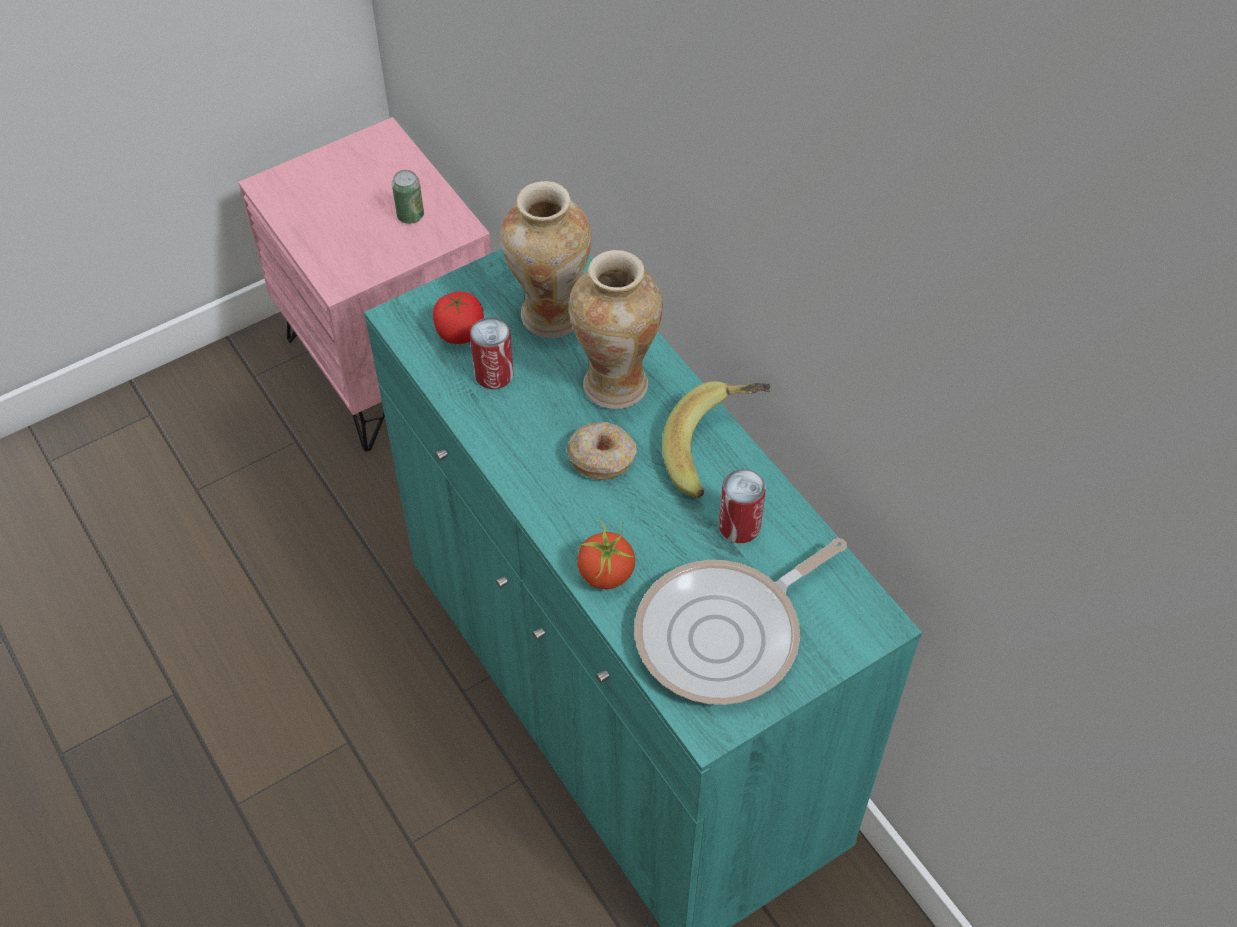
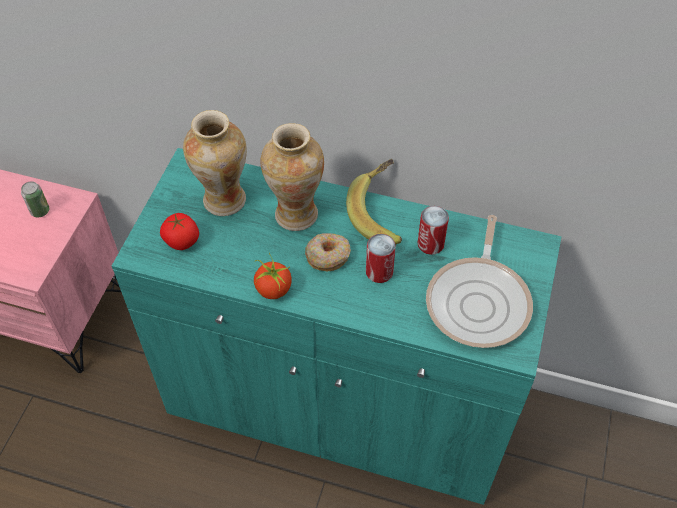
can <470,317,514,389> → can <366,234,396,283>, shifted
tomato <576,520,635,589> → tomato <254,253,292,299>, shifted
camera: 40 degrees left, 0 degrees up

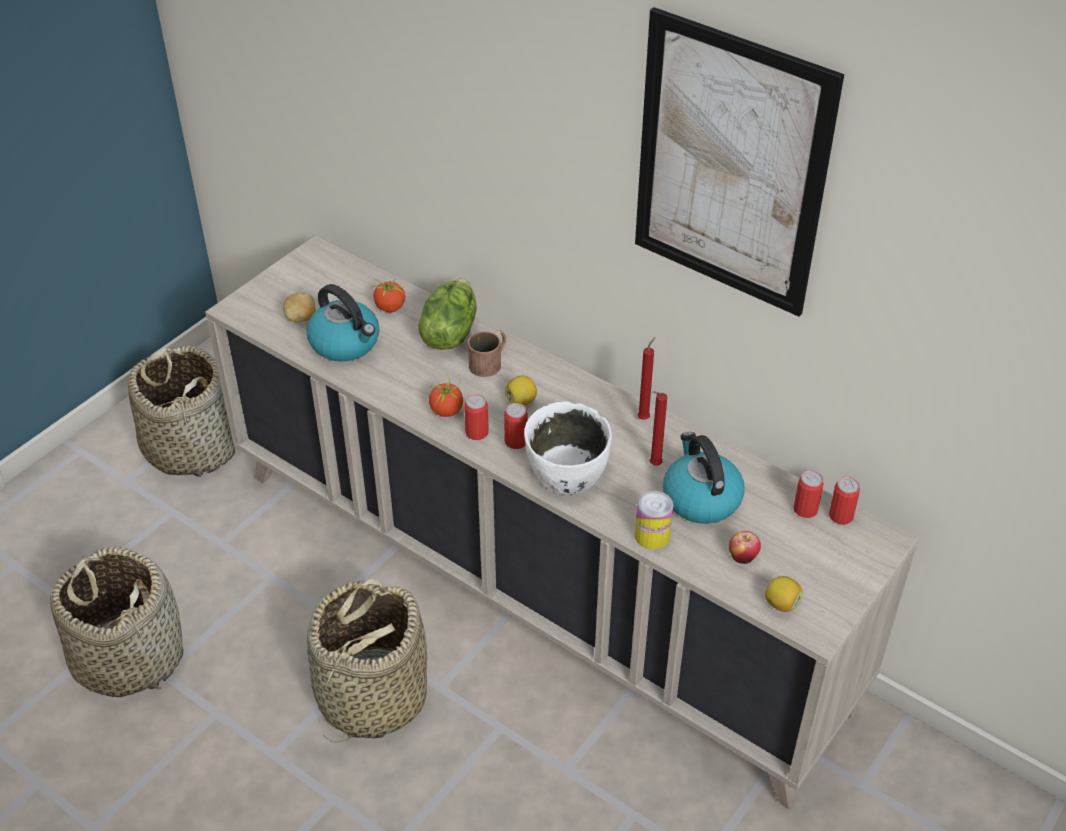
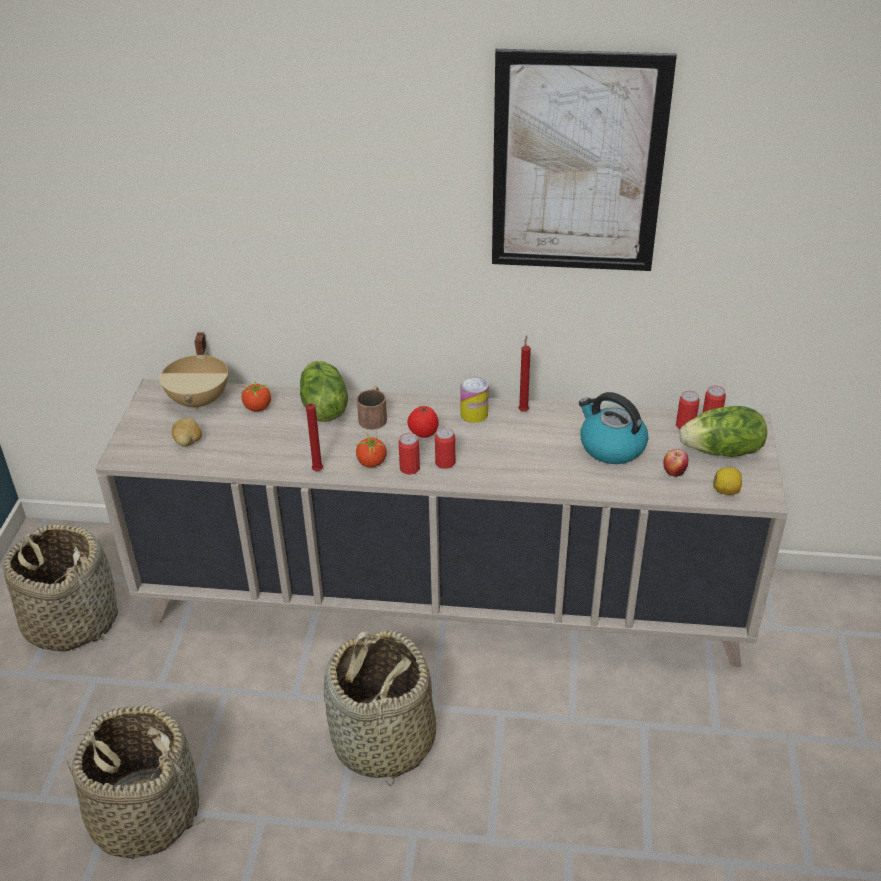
kettle <307,284,379,362> → -
bowl/white <524,401,612,495> → -
- → cooking pot/beige <159,332,228,411>
- → lettuce <680,406,767,457>
can <635,491,673,549> → can <460,376,489,423>, shifted
candle/red <650,391,667,466> → candle/red <304,403,323,471>, shifted
lemon <505,376,537,405> → tomato <407,406,439,438>
camera: 30 degrees left, 5 degrees down

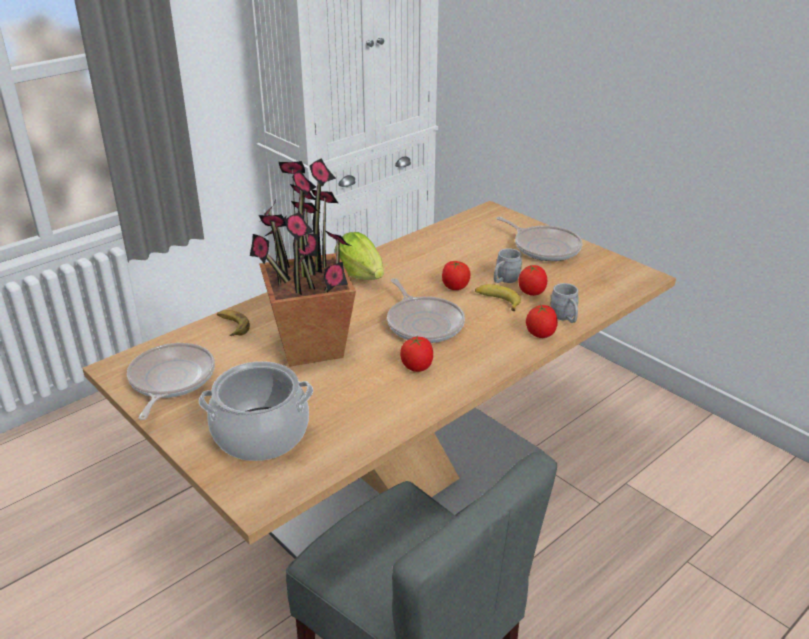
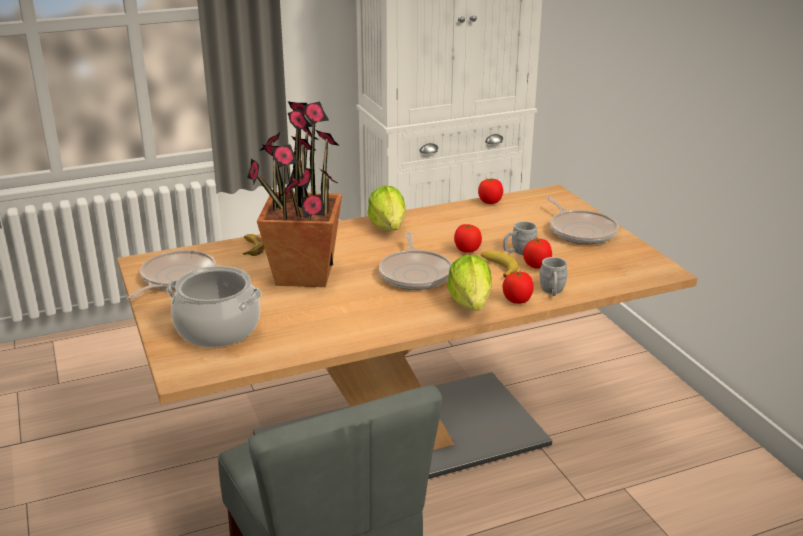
- → lettuce <447,255,492,311>
tomato <400,335,433,372> → tomato <478,178,503,204>, shifted
camera: 20 degrees right, 5 degrees down

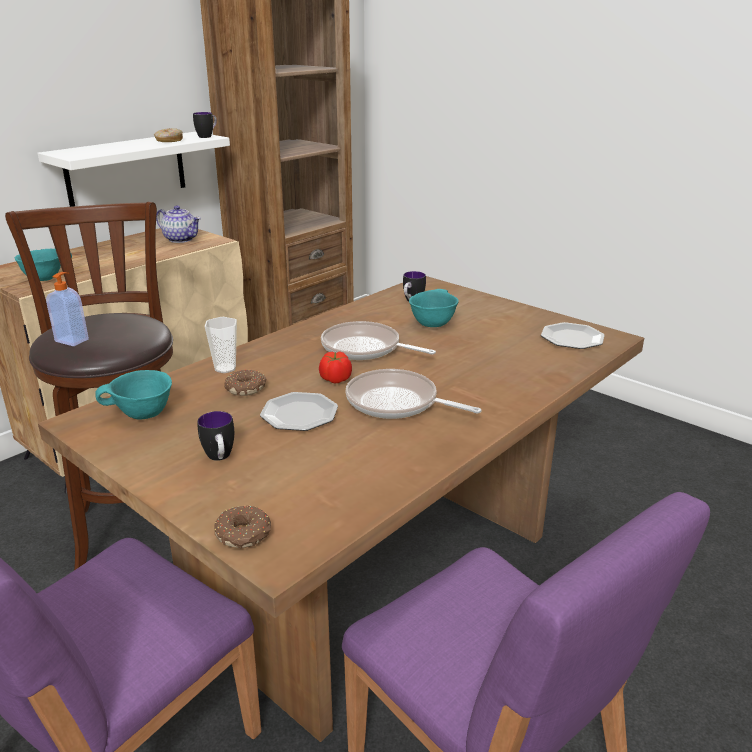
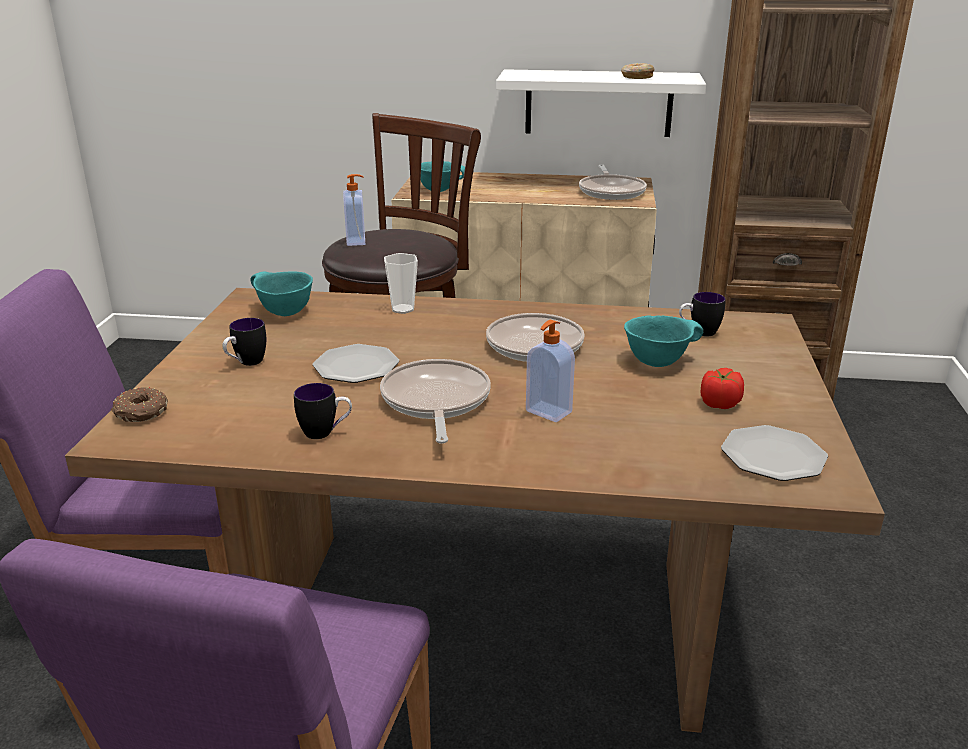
donut <224,369,267,396> → -
- → soap dispenser <526,320,575,422>
mug <193,112,217,138> → mug <294,383,352,439>, shifted
tomato <319,351,352,384> → tomato <701,368,744,409>, shifted
teapot <156,205,201,243> → frying pan <579,165,647,200>
camera: 55 degrees right, 0 degrees up

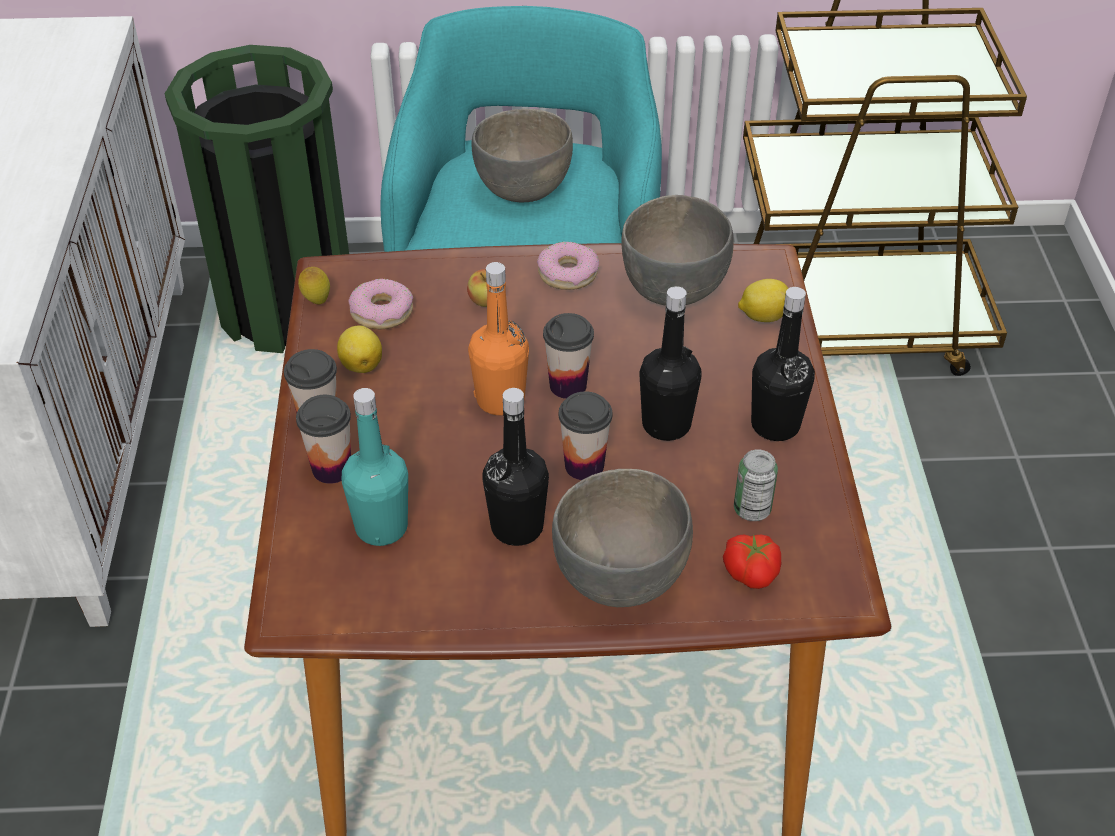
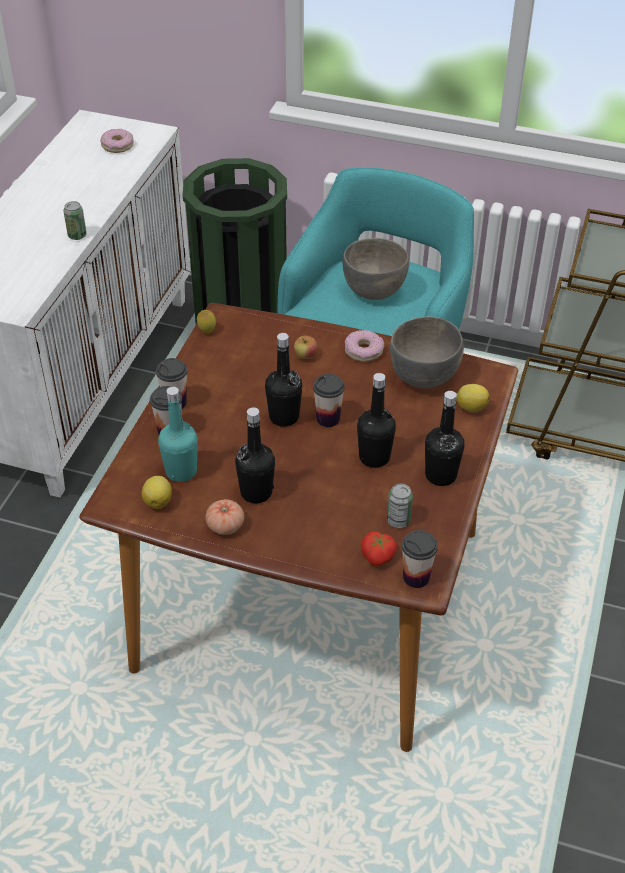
bowl/grey <552,469,693,607> → -
- → can <63,201,87,240>
- → tomato <205,499,244,535>
lemon <337,325,382,373> → lemon <142,476,172,509>, shifted
donut <349,279,413,329> → donut <100,129,134,153>, shifted
cup <558,391,613,480> → cup <402,530,438,588>, shifted
bottle/orange <468,262,529,415> → bottle/black <265,333,302,427>
camera: 20 degrees right, 0 degrees up

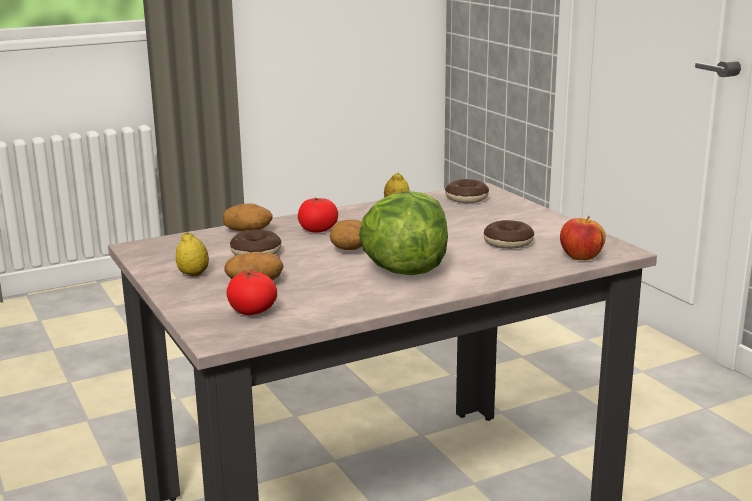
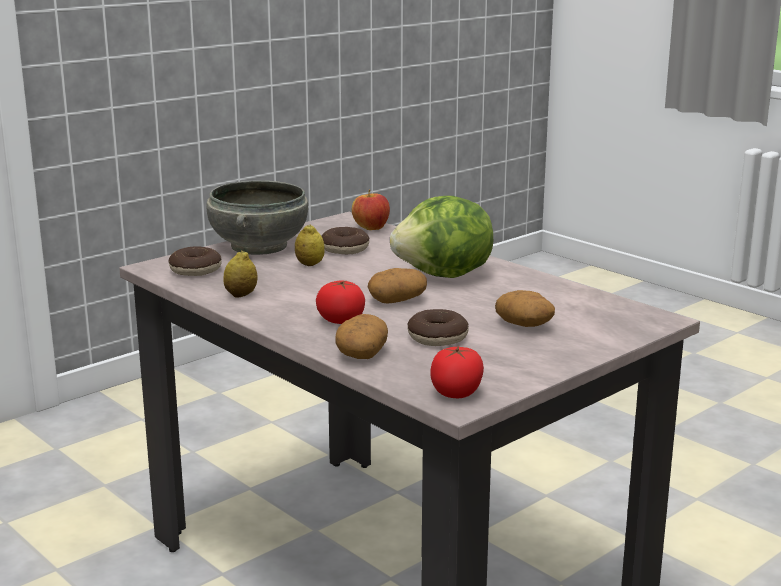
- → bowl/grey <206,180,308,255>
lemon <176,232,209,276> → lemon <295,224,325,266>, shifted
tomato <226,271,277,315> → tomato <430,346,484,398>, shifted
camera: 105 degrees left, 0 degrees up

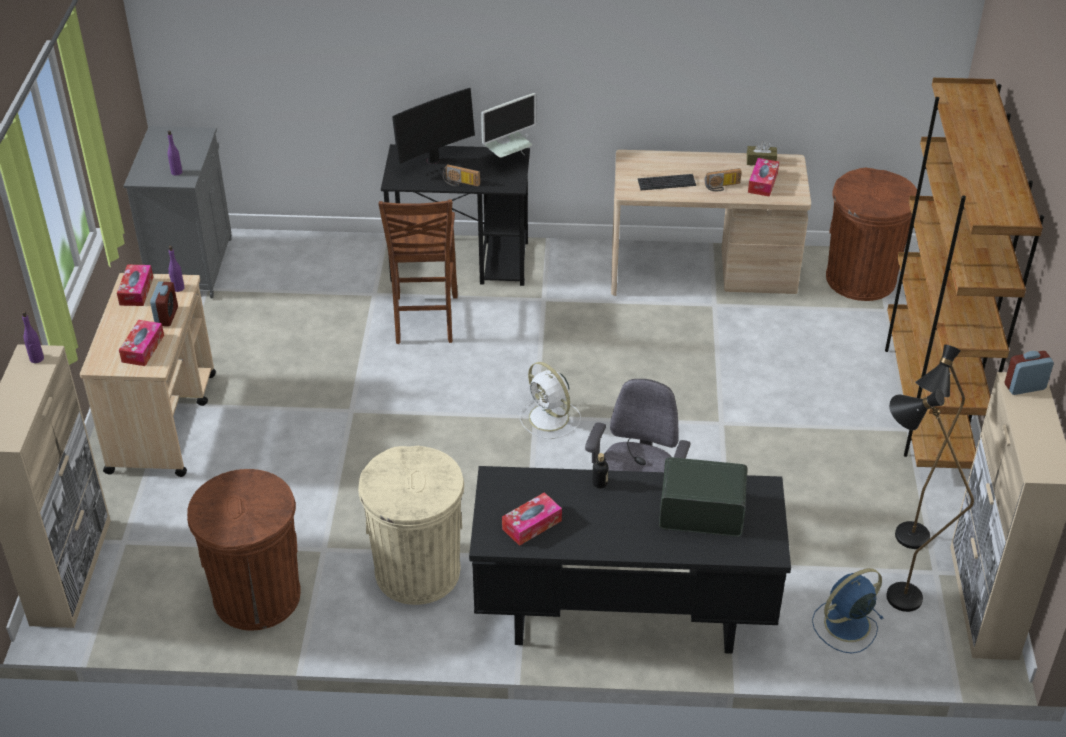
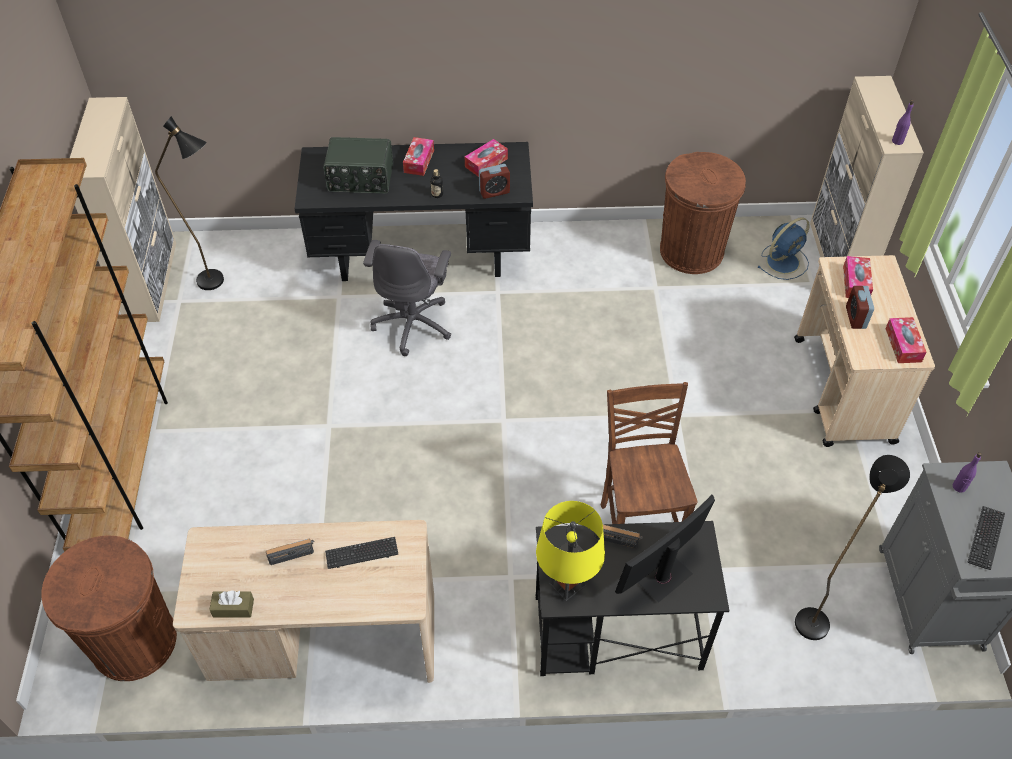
bottle/purple <169,246,184,292> → -
trash can/beige <358,446,464,605> → -
fan/white <520,362,581,439> → -
- → keyboard <967,506,1005,570>
tissue box <748,158,779,197> → tissue box <403,137,434,176>, shifted
fan/blue <812,568,884,653> → fan/blue <757,217,810,280>, shifted
floor lamp/black <895,344,965,549> → floor lamp/black <795,455,910,640>, shifted
alarm clock <1004,351,1054,395> → alarm clock <479,164,510,199>, shifted
monitor <481,93,536,158> → table lamp/yellow <536,501,605,601>
camera: 175 degrees right, 10 degrees up

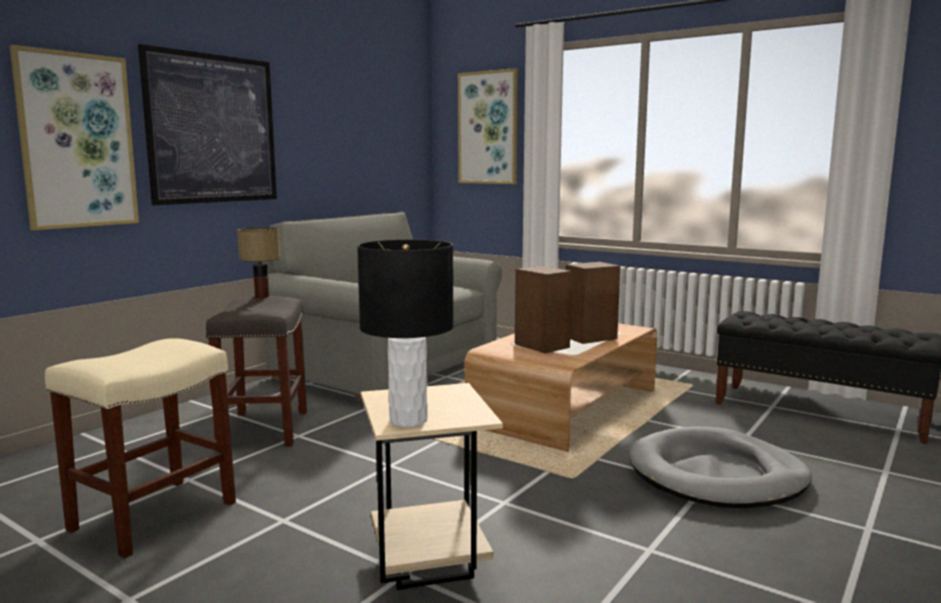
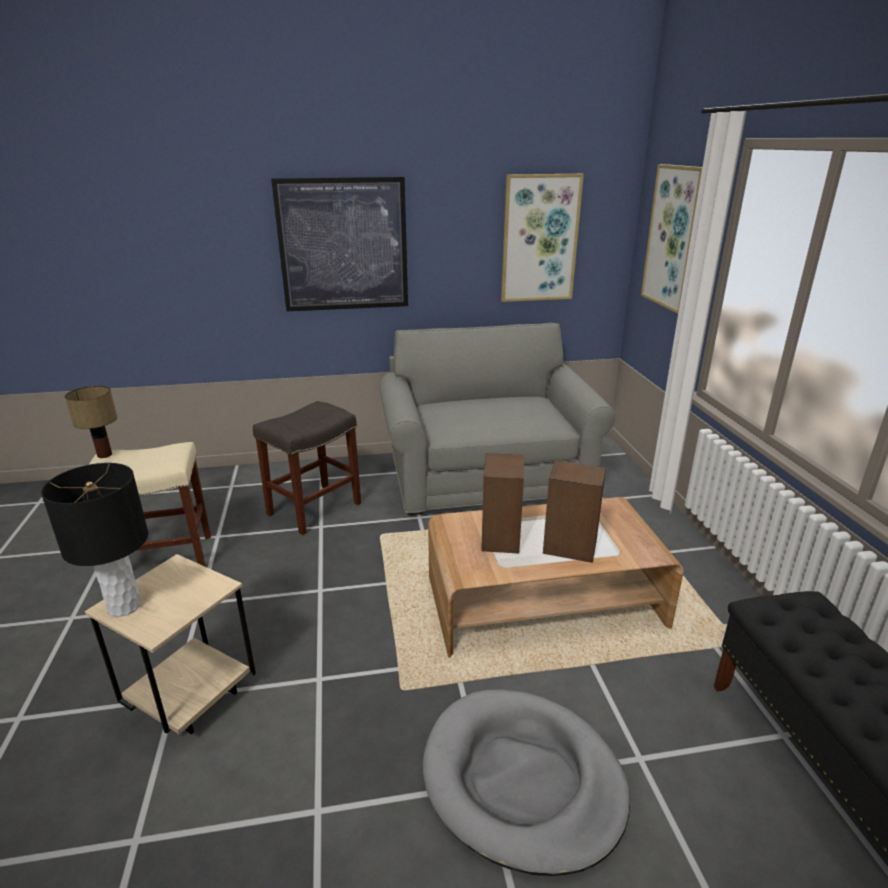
picture <9,45,139,230> → picture <501,174,584,302>, shifted
table lamp <237,228,280,298> → table lamp <65,386,117,458>, shifted
camera: 45 degrees right, 15 degrees up

